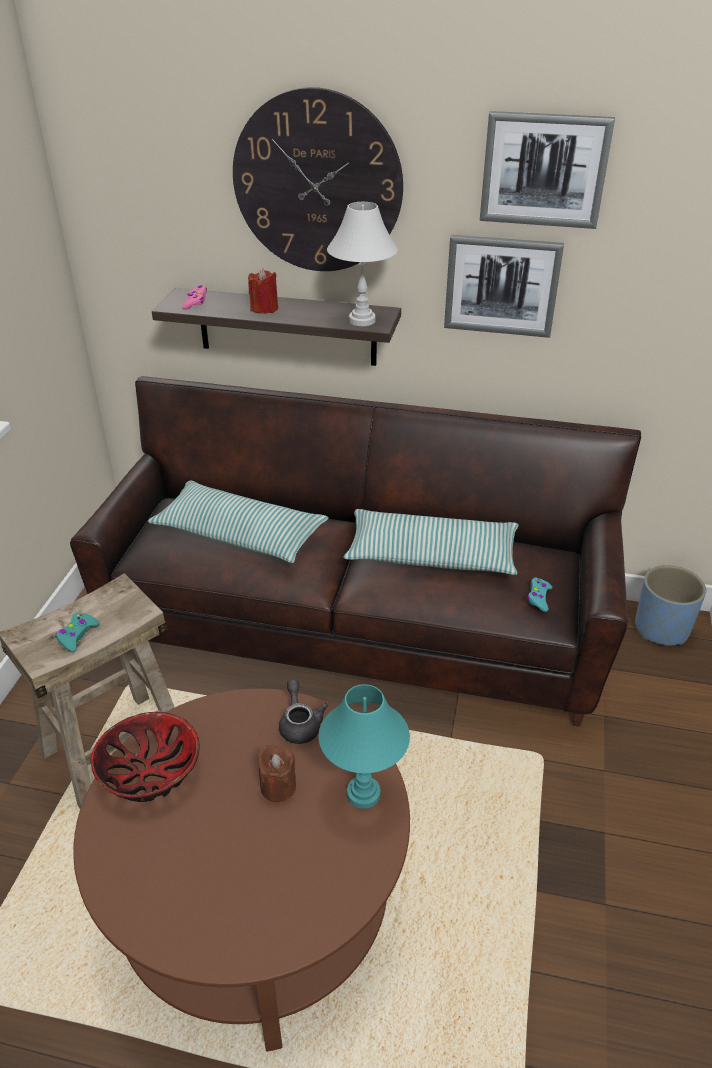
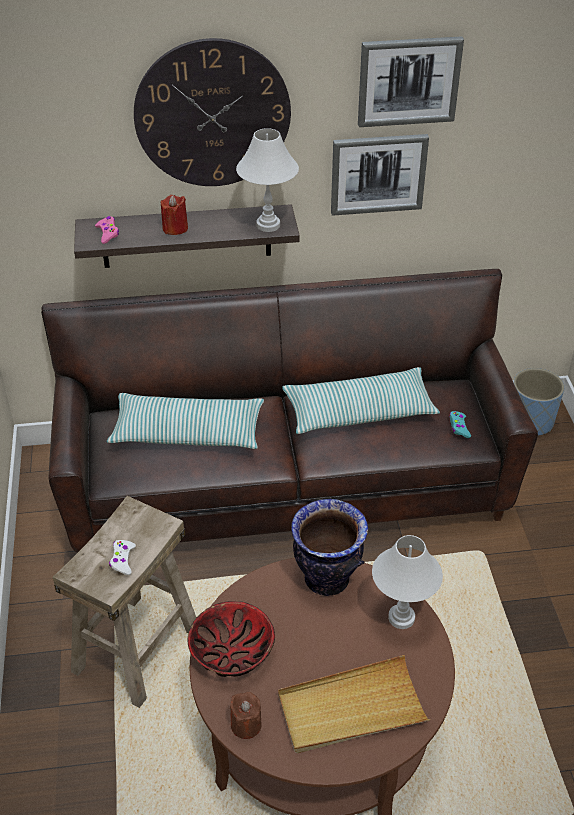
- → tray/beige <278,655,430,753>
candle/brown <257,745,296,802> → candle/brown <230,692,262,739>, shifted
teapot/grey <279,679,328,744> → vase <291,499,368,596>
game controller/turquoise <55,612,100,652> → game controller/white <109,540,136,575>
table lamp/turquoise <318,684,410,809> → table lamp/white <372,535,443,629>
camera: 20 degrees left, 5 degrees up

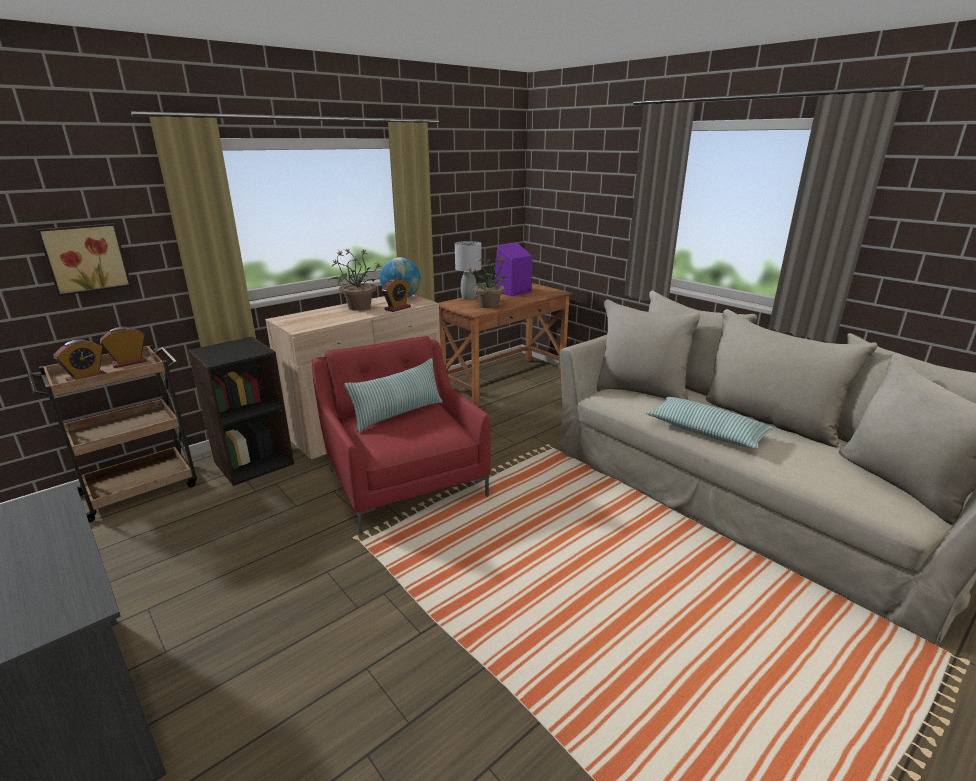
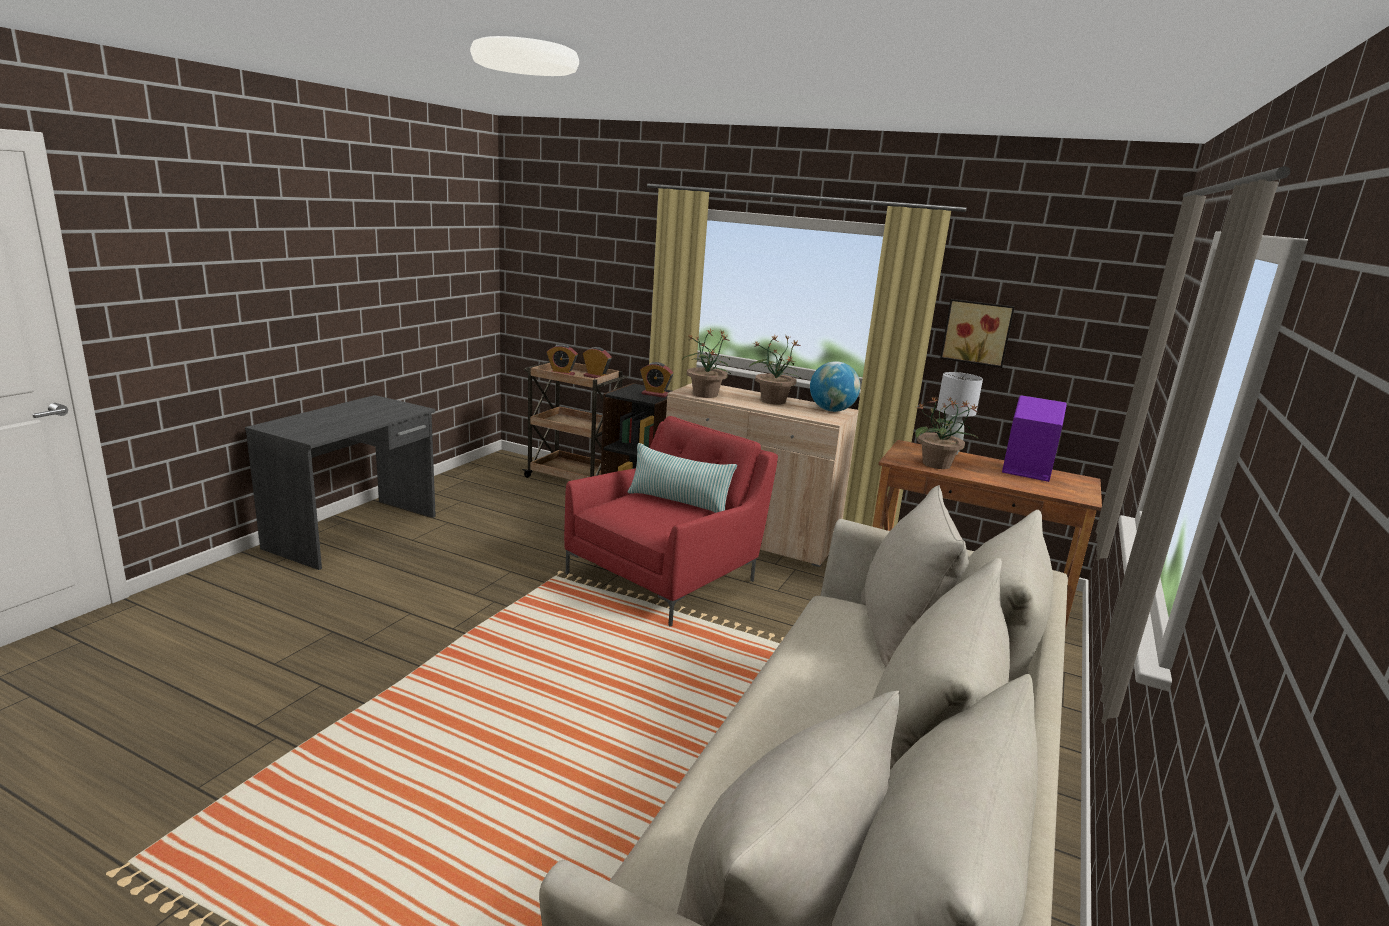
pillow <646,397,775,449> → -
- → potted plant <683,328,731,398>
picture <37,223,131,296> → picture <940,299,1015,368>, shifted
alarm clock <382,277,411,312> → alarm clock <640,362,673,398>, shifted
camera: 65 degrees right, 5 degrees down

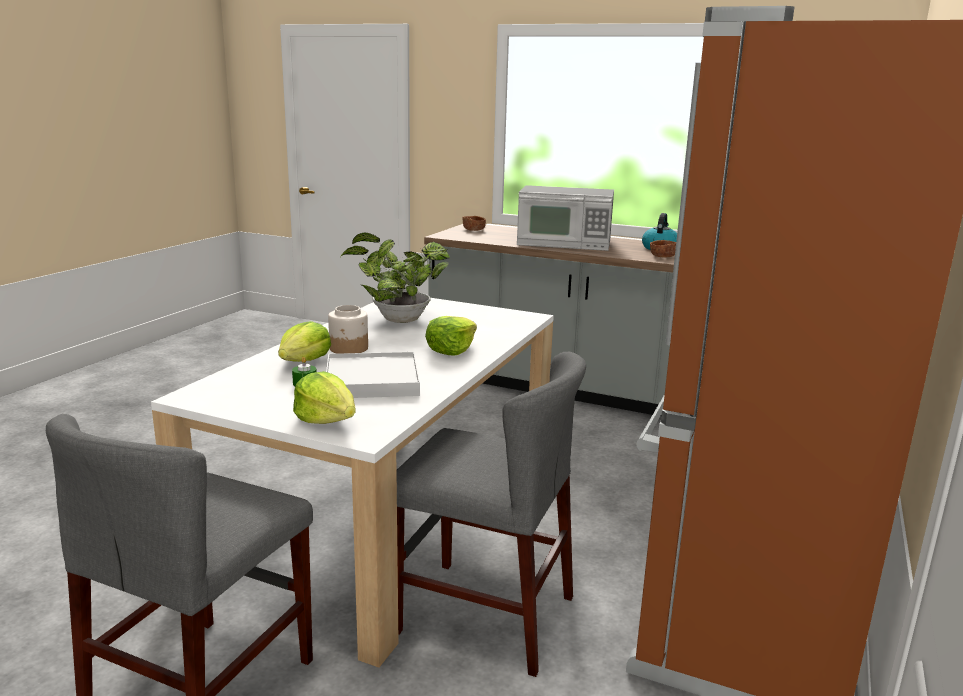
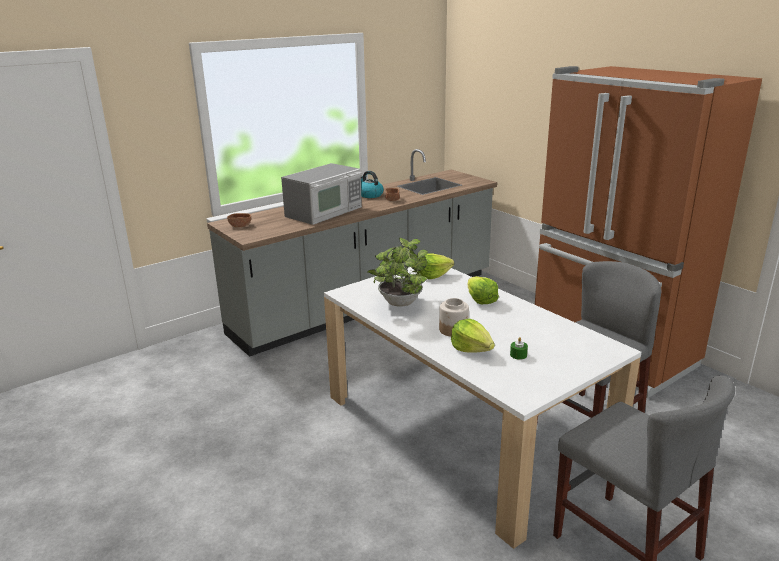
tray/white <326,352,420,398> → -
lettuce <293,371,356,424> → lettuce <418,254,454,279>, shifted
camera: 60 degrees left, 5 degrees up

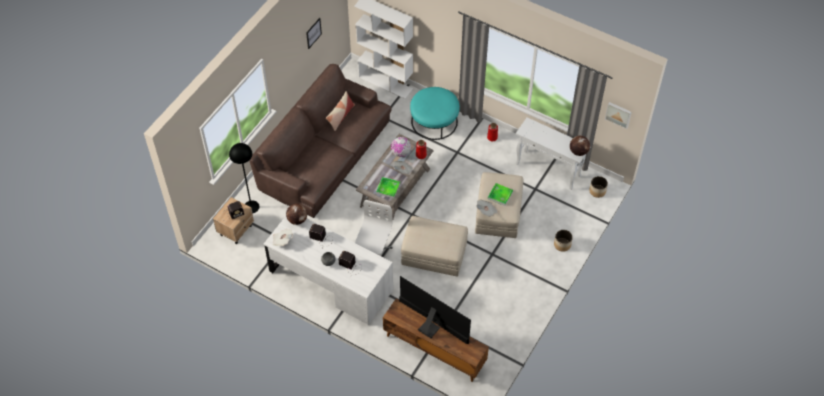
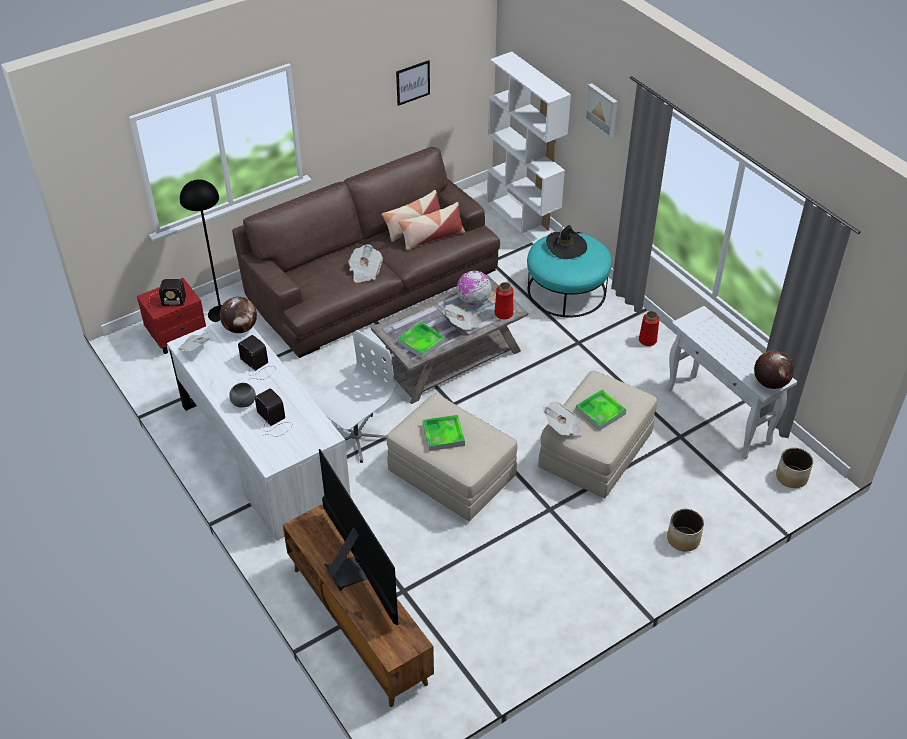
- → newspaper <348,244,383,283>
- → pillow <398,202,465,250>
- → tray <423,415,465,451>
- → hat/black <546,225,587,259>
picture <605,102,632,129> → picture <585,83,618,138>, shifted
nightstand/beige <213,197,254,244> → nightstand/red <137,278,206,354>
camera: 25 degrees right, 10 degrees down

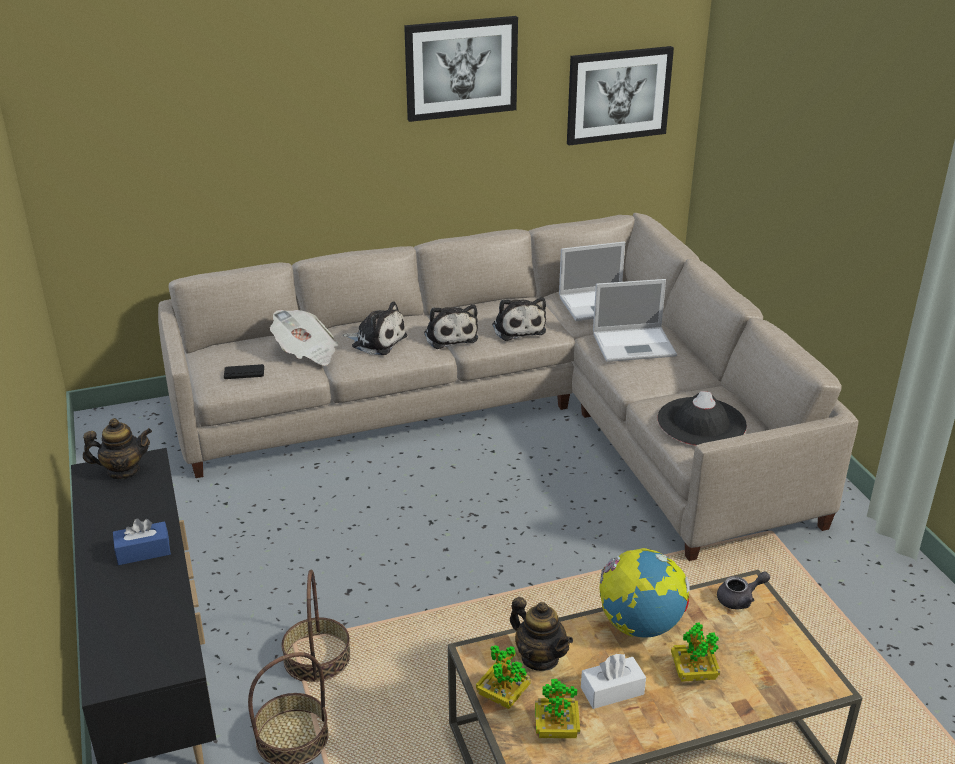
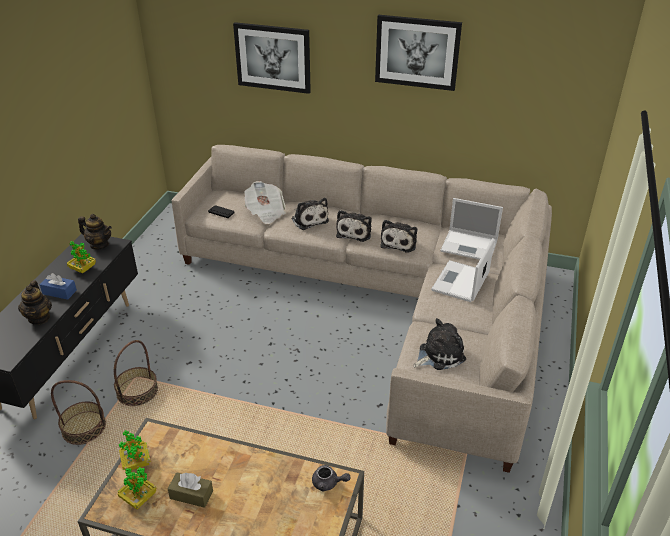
globe <600,548,690,638> → -
teapot <510,597,573,671> → teapot <18,281,52,325>, shifted
picture <567,46,674,145> → picture <233,22,311,94>, shifted
potted plant <671,623,720,682> → potted plant <67,241,96,273>, shifted
hat/black <657,391,747,446> → plush toy <413,318,466,370>
tissue box/white <581,654,646,709> → tissue box/brown <167,472,213,508>
laptop <593,279,677,362> → laptop <431,238,495,302>, 90 degrees clockwise
camera: 35 degrees right, 5 degrees up

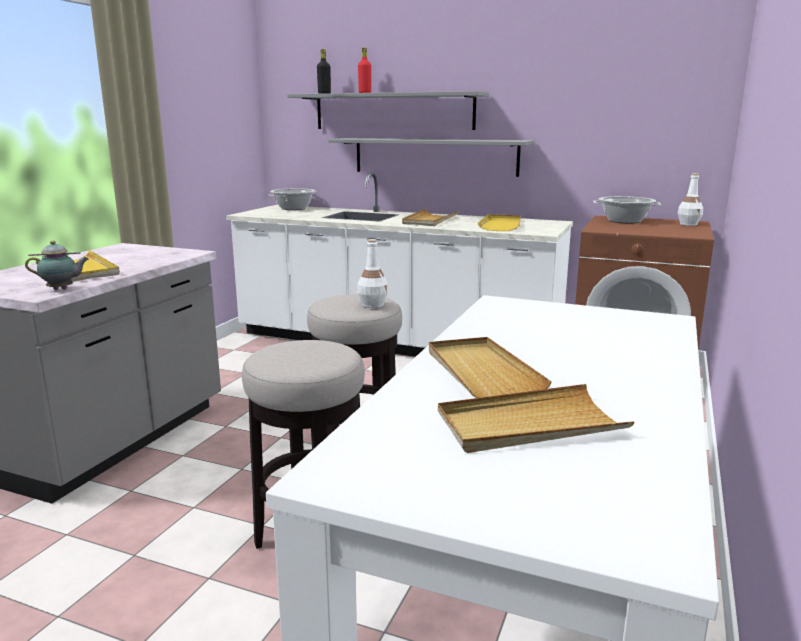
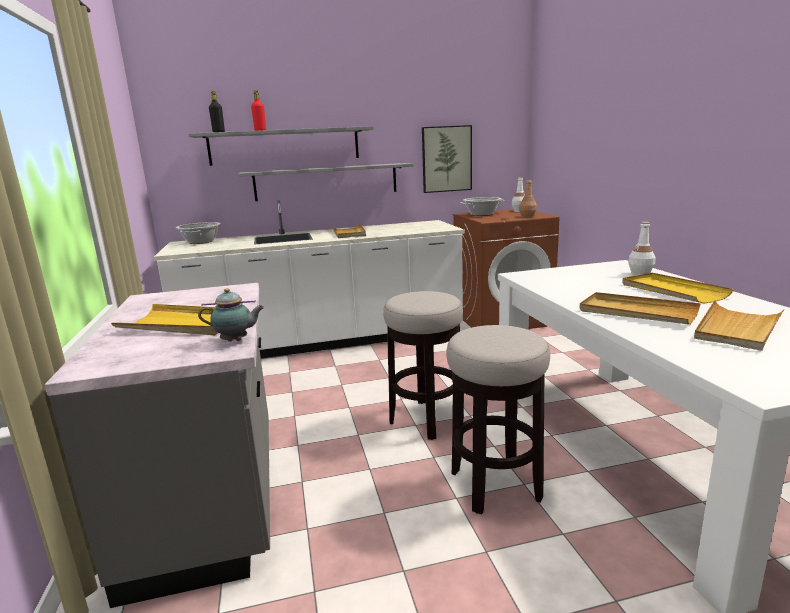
- → picture <422,125,472,193>
- → bottle/brown <519,180,537,218>
bottle/white <357,239,388,308> → bottle/white <628,222,655,275>, shifted
tray/yellow <478,214,521,231> → tray/yellow <622,273,734,304>, shifted
teapot <25,241,89,290> → teapot <198,288,265,342>, 45 degrees clockwise
camera: 35 degrees left, 0 degrees up

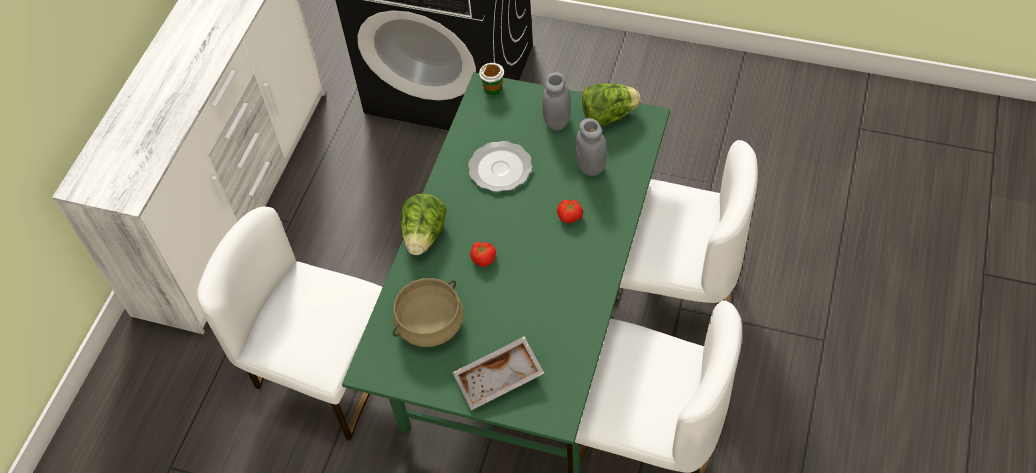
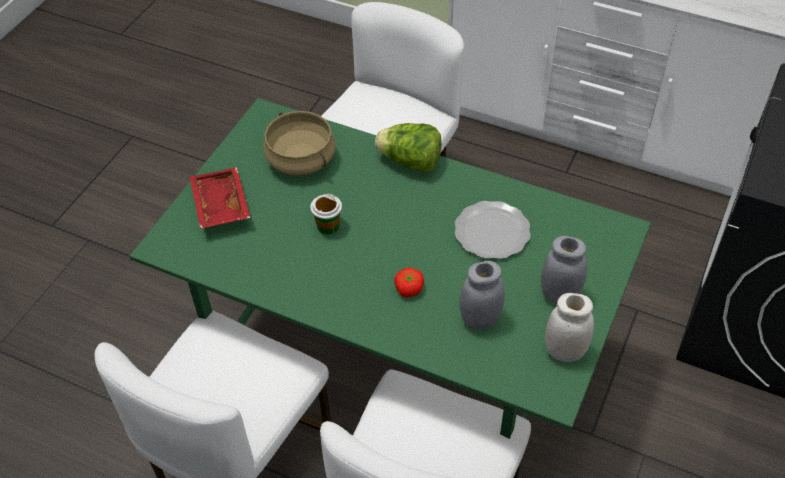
tomato <470,242,496,267> → -
cup <479,63,504,96> → cup <310,194,342,235>, shifted
lettuce <582,83,641,126> → jar/white <545,293,594,362>
tray/grey <452,336,544,410> → tray/red <189,167,250,229>
camera: 95 degrees right, 5 degrees down

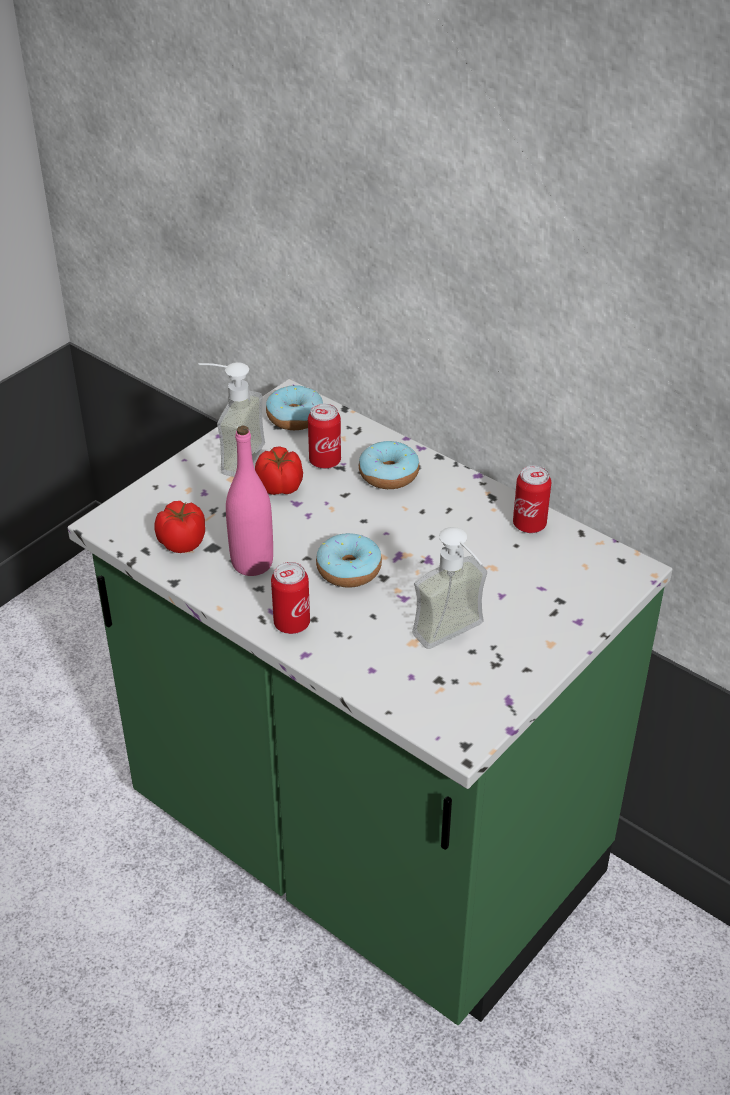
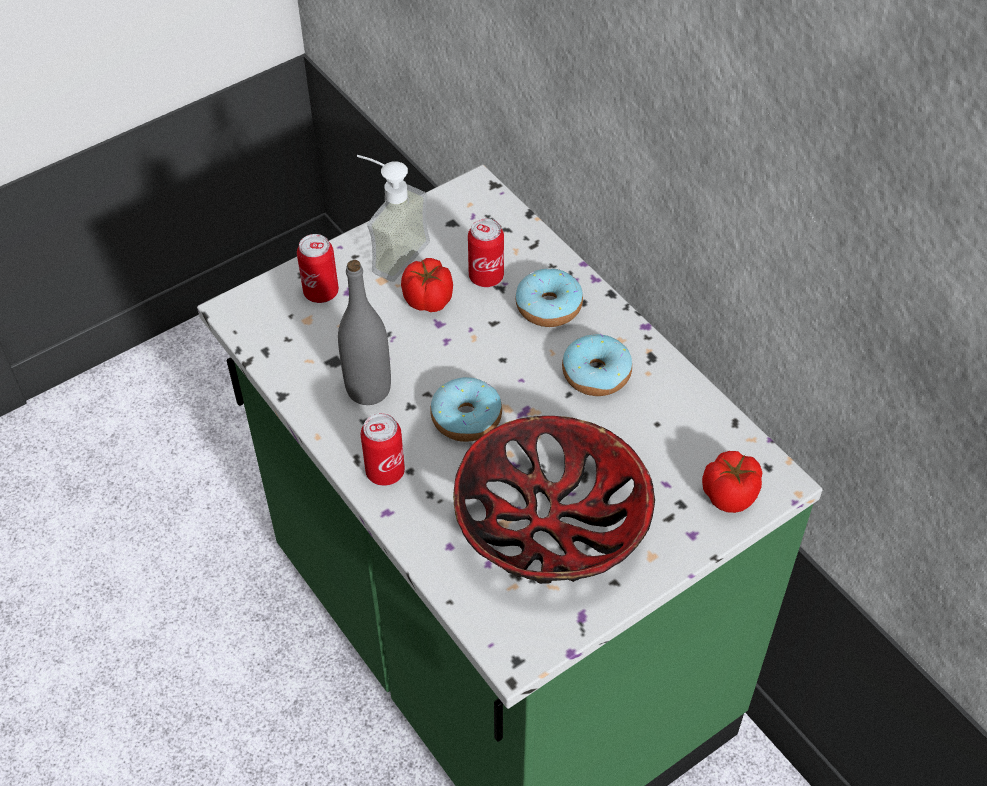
tomato <154,501,205,553> → tomato <702,451,762,513>, shifted
donut <266,384,323,430> → donut <562,334,632,396>, shifted
can <513,465,551,533> → can <297,234,339,303>, shifted
soap dispenser <412,527,487,649> → bowl <453,416,655,584>
bottle/pink <226,425,273,576> → bottle/grey <338,260,391,405>
camera: 15 degrees right, 10 degrees up

